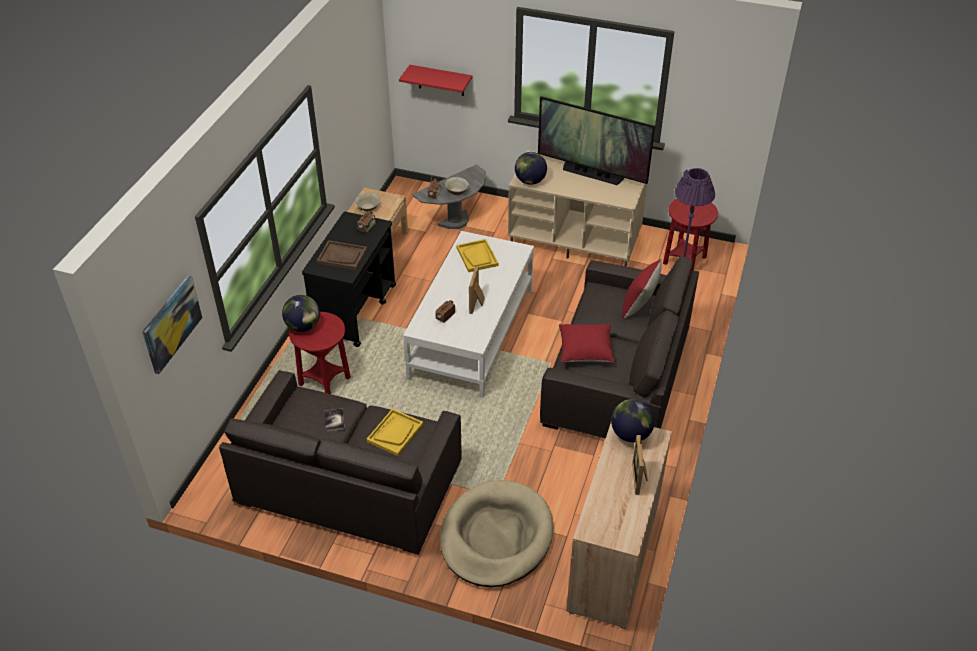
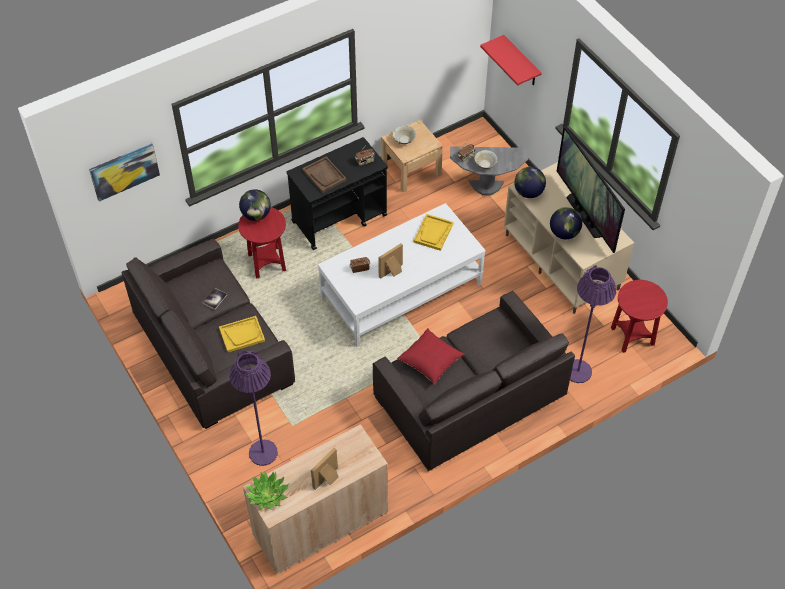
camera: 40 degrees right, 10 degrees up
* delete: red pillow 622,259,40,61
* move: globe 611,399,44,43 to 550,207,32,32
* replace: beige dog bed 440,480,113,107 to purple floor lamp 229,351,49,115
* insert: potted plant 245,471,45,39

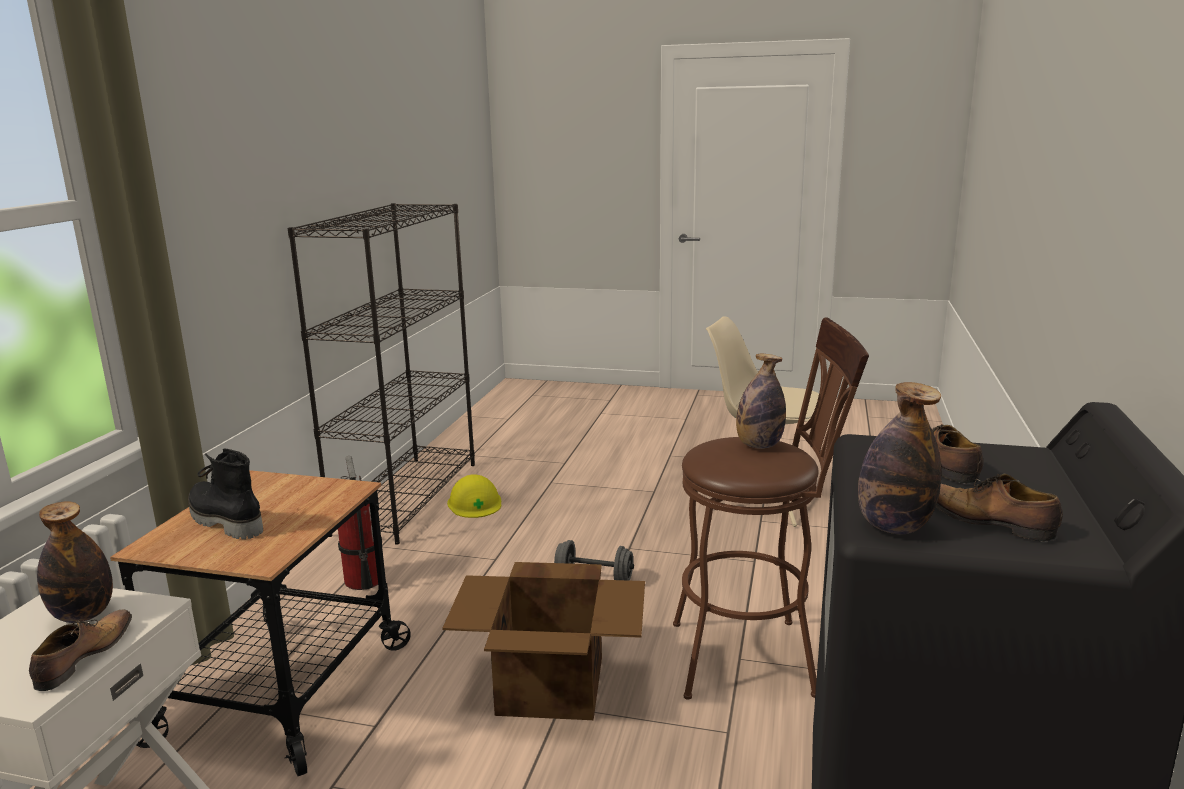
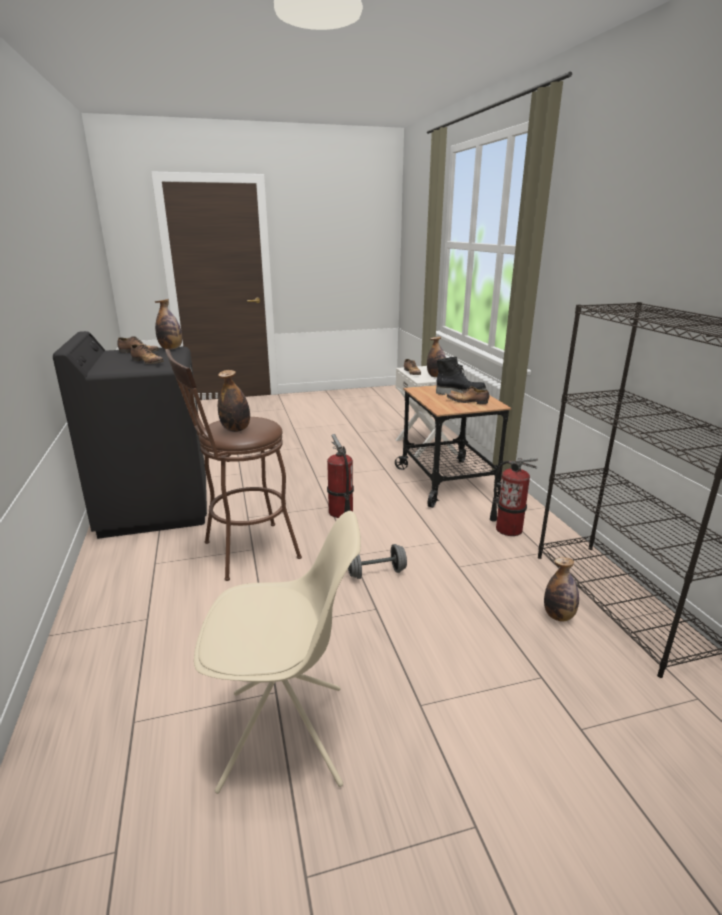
camera: 150 degrees right, 5 degrees up
* replace: yellow hard hat 447,474,54,44 to bottle 544,557,35,65
* replace: cardboard box 442,562,203,158 to fire extinguisher 327,434,27,84
* insert: shoe 447,386,42,18

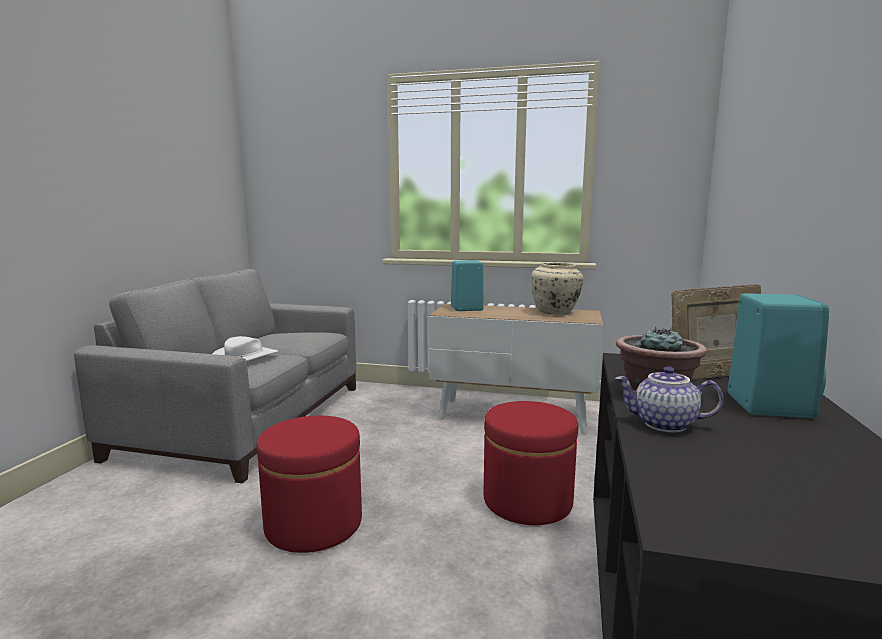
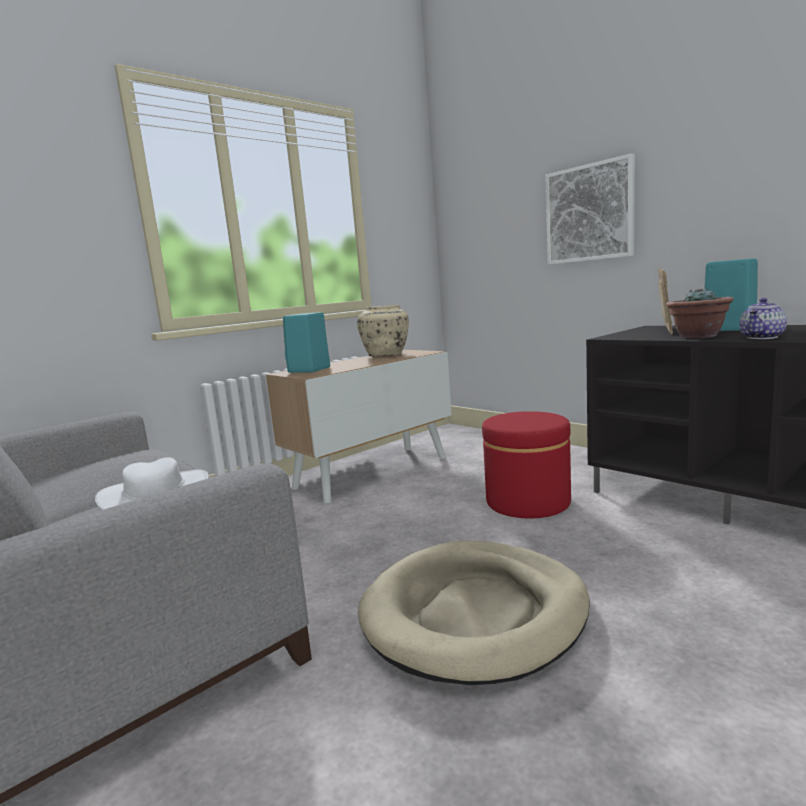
camera: 55 degrees left, 0 degrees up
* replace: red ottoman 256,416,106,137 to beige dog bed 358,540,232,145
* insert: picture 545,154,90,111

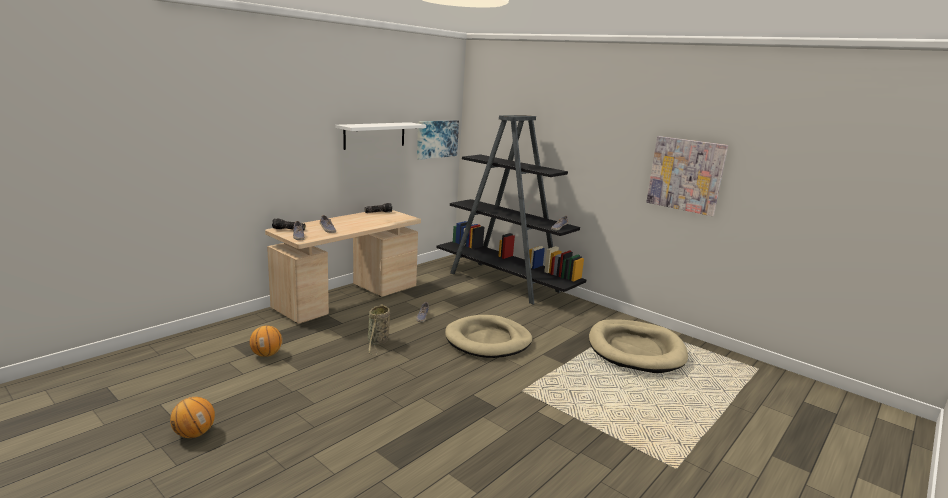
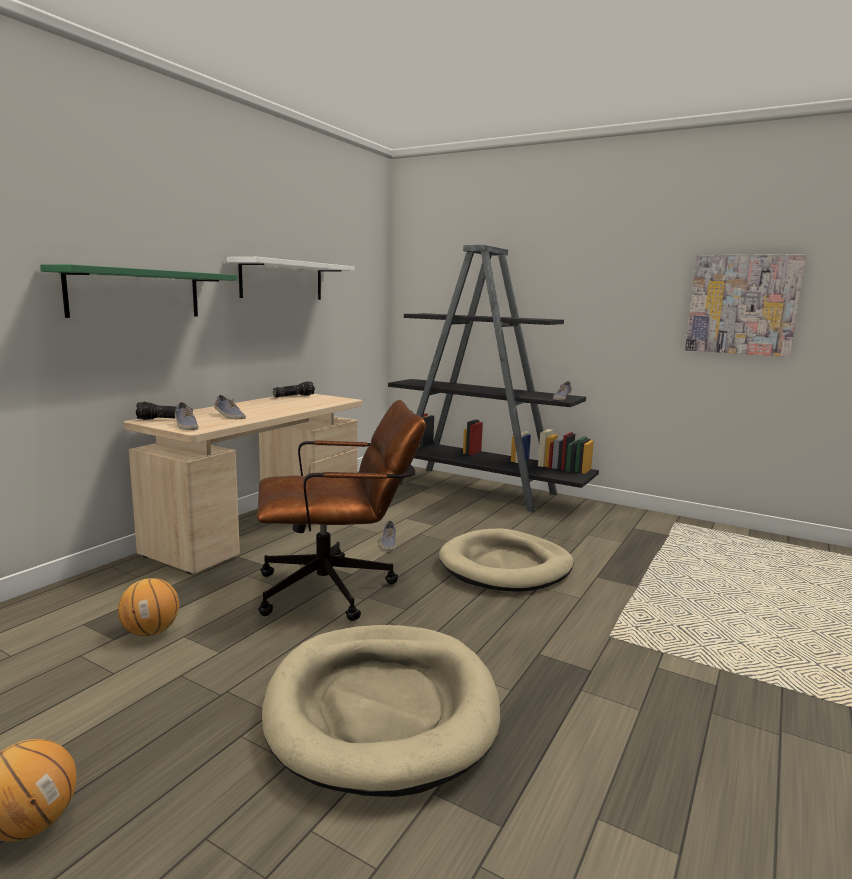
camera: 10 degrees left, 5 degrees down
* delete: picture 417,120,42,40
* replace: basket 368,304,22,51 to brown office chair 257,400,169,221
* move: beige dog bed 589,319,99,54 to 262,625,238,172
* insert: green shelf 40,264,197,54

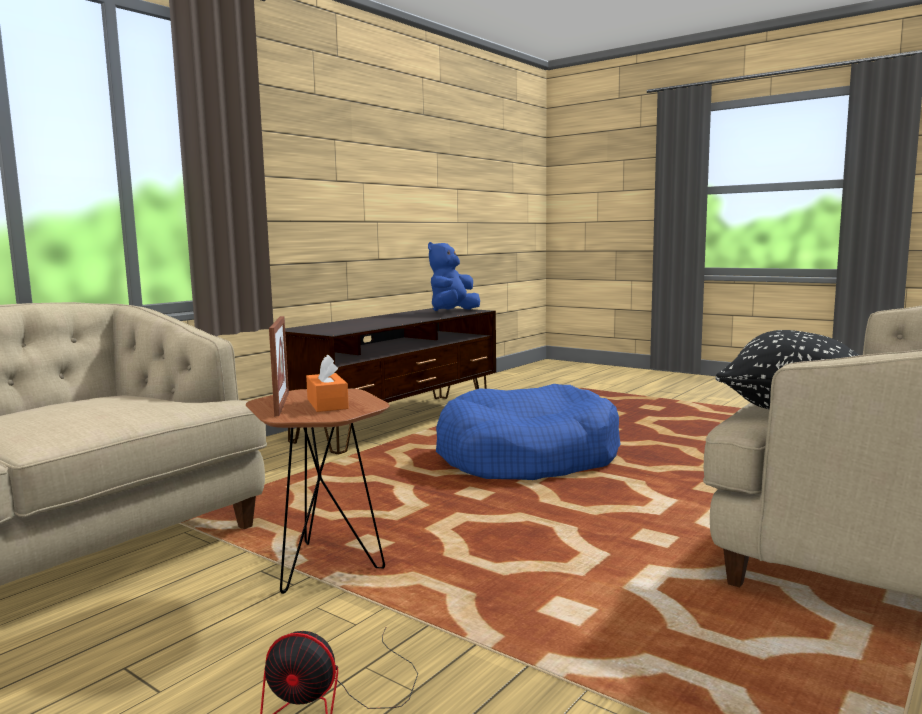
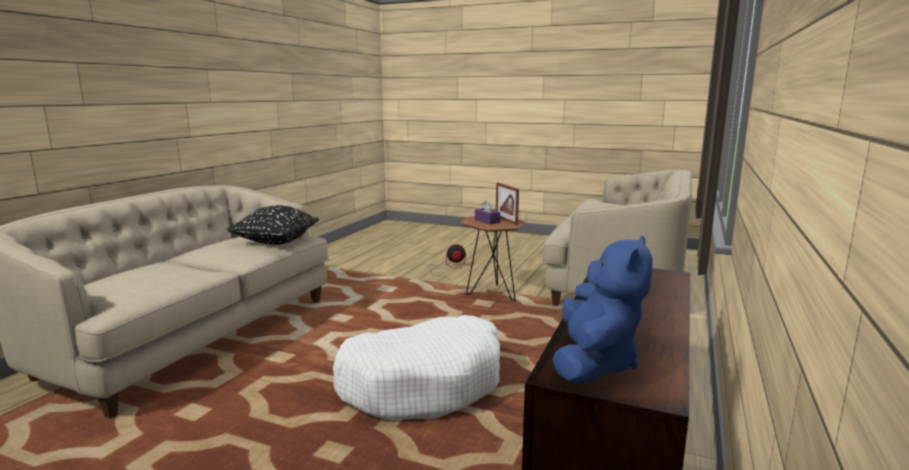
camera: 165 degrees right, 5 degrees up
* recolor: orange tissue box 306,354,43,58 to purple tissue box 475,200,25,24
* recolor: blue dog bed 436,384,185,96 to white dog bed 333,315,167,105

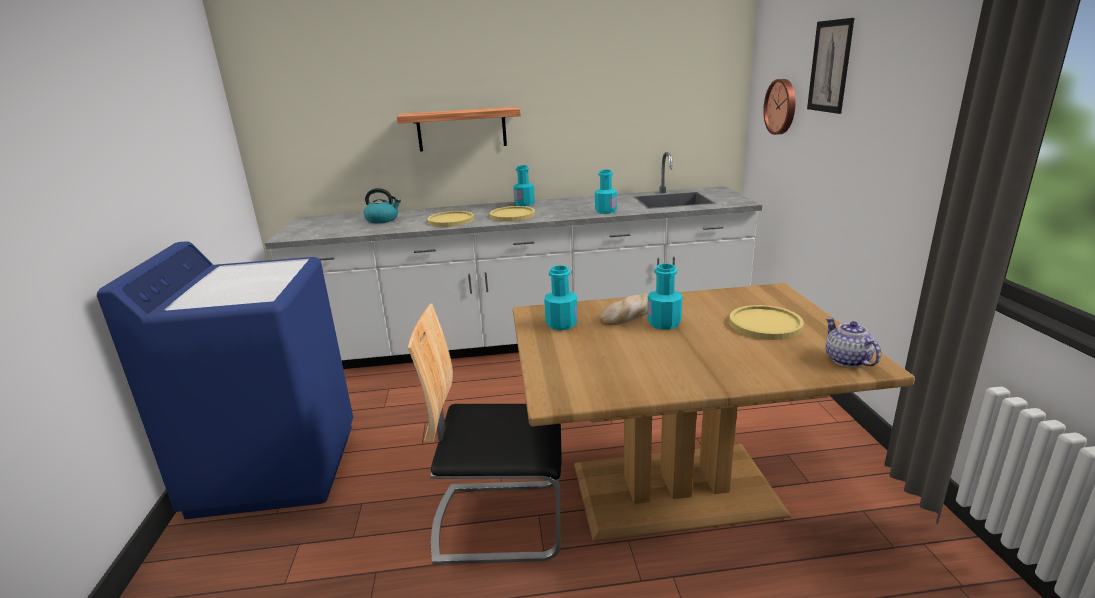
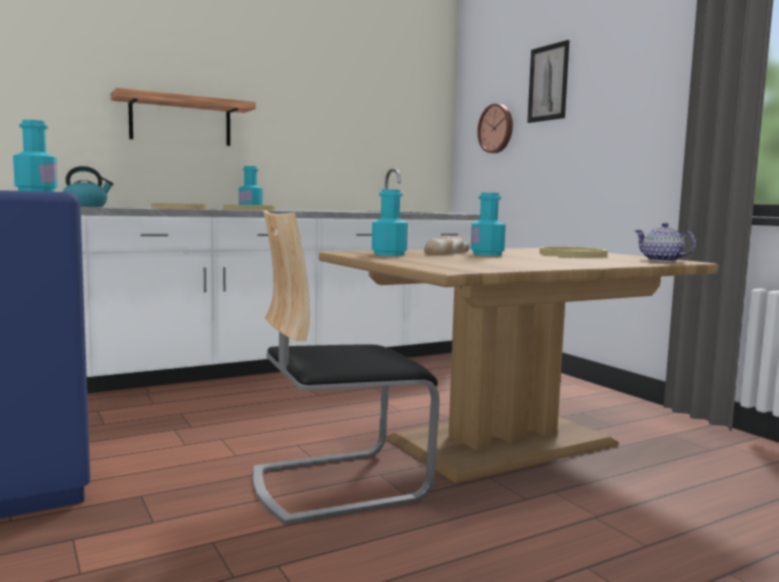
camera: 25 degrees left, 15 degrees down
* move: turquoise bottle 595,170,22,44 to 13,120,45,72

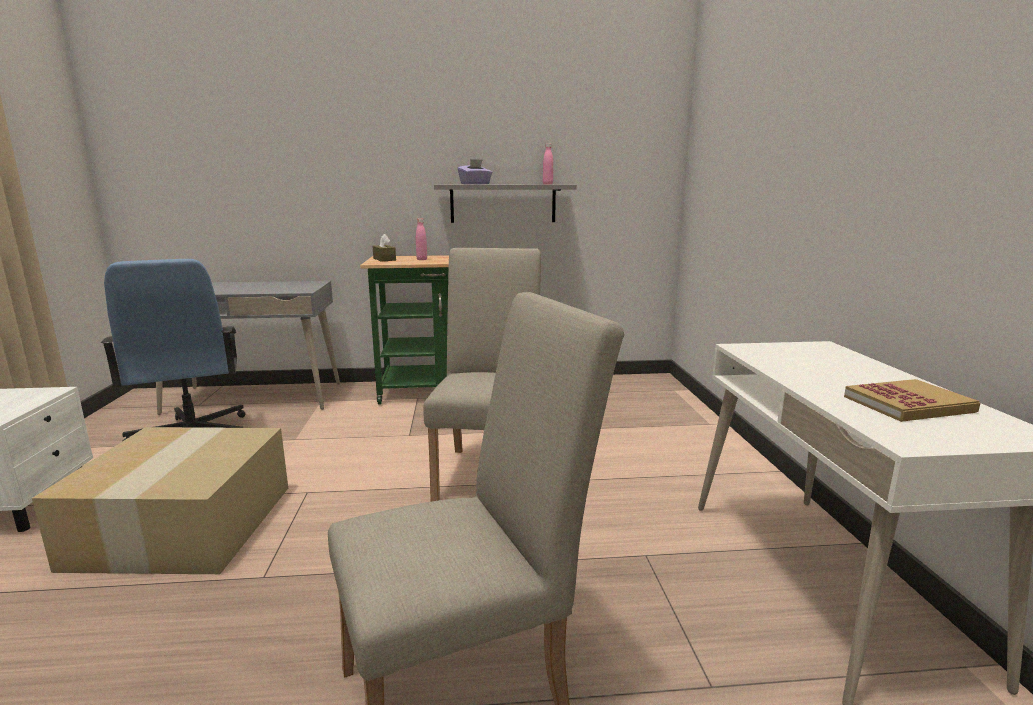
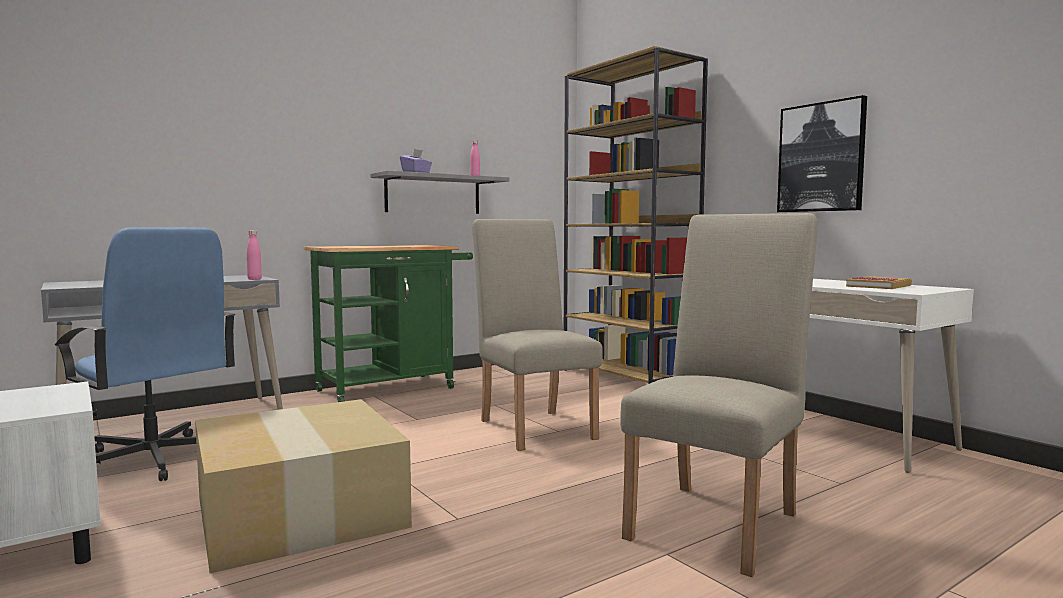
camera: 30 degrees left, 10 degrees down
* move: pink bottle 416,219,11,41 to 247,230,15,50
* delete: brown tissue box 373,234,23,27
* insert: brown bookcase 564,46,144,338
* insert: picture 777,95,90,117

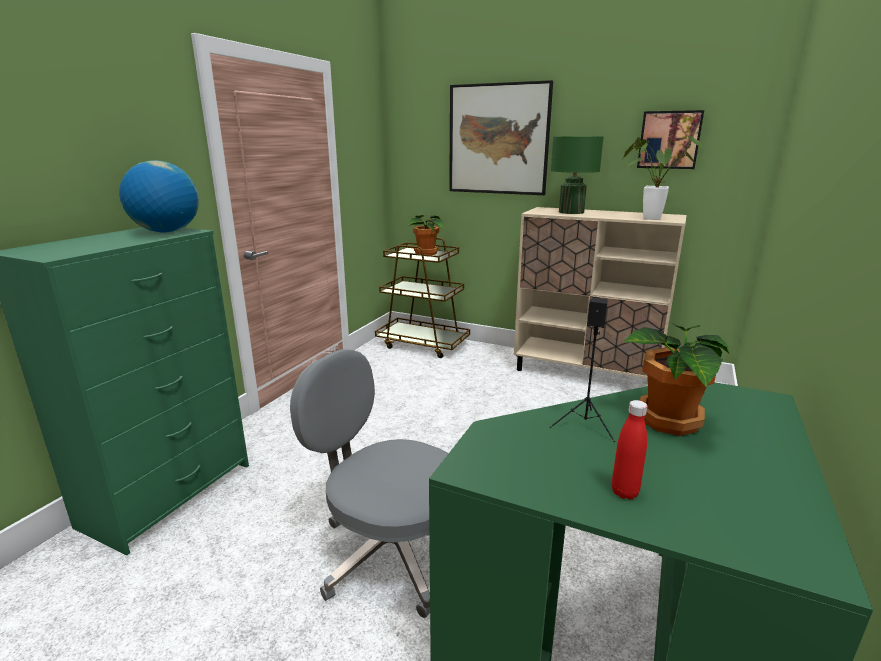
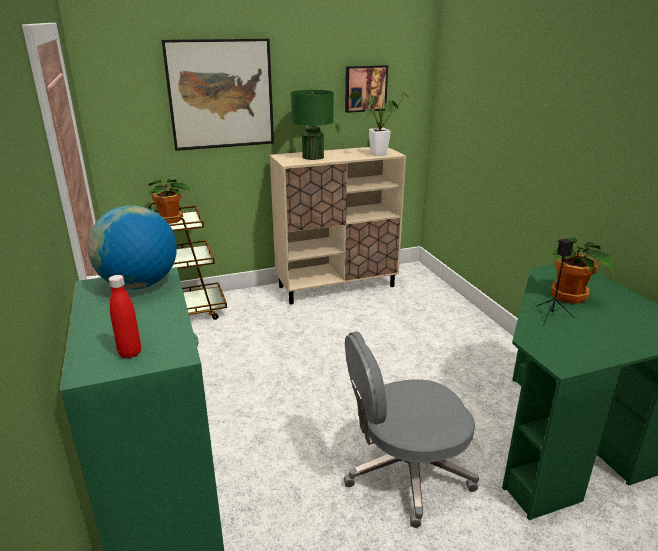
camera: 45 degrees left, 5 degrees up
* move: red bottle 612,400,35,100 to 109,275,32,84

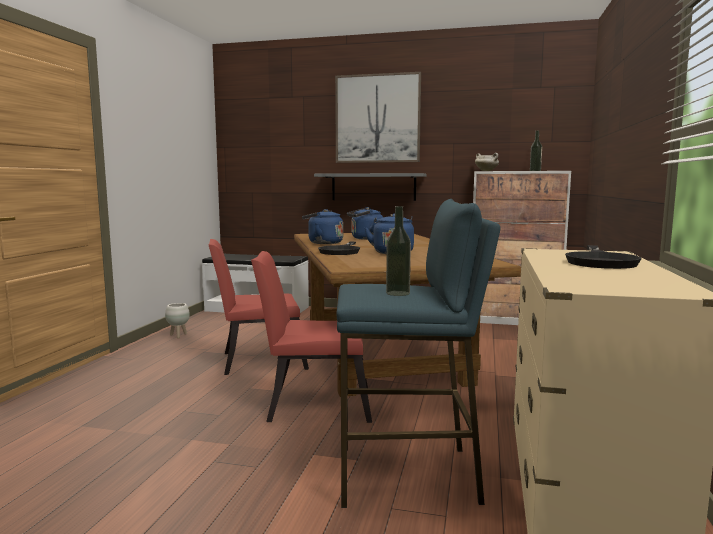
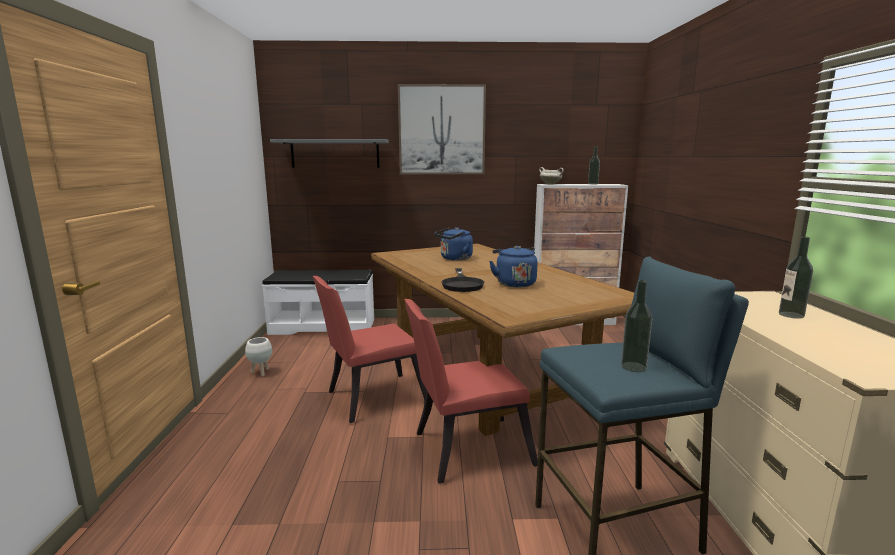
camera: 15 degrees left, 5 degrees up
* move: grey shelf 314,173,113,28 to 270,139,119,29
* delete: blue kettle 302,209,41,35
* replace: black frying pan 565,245,77,24 to bottle 779,236,34,83

